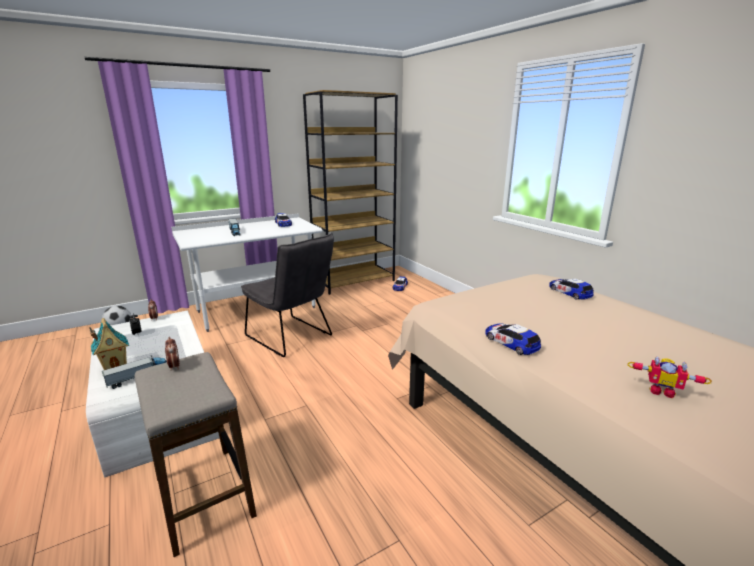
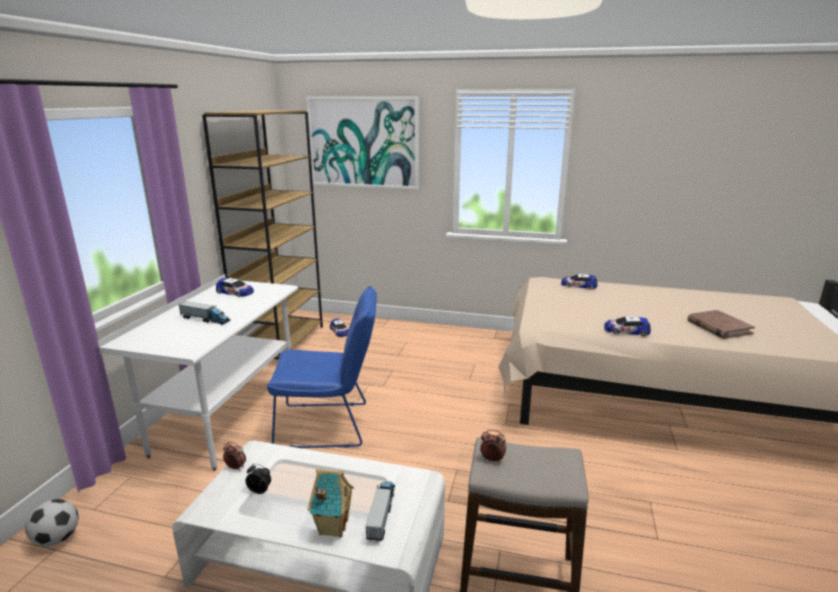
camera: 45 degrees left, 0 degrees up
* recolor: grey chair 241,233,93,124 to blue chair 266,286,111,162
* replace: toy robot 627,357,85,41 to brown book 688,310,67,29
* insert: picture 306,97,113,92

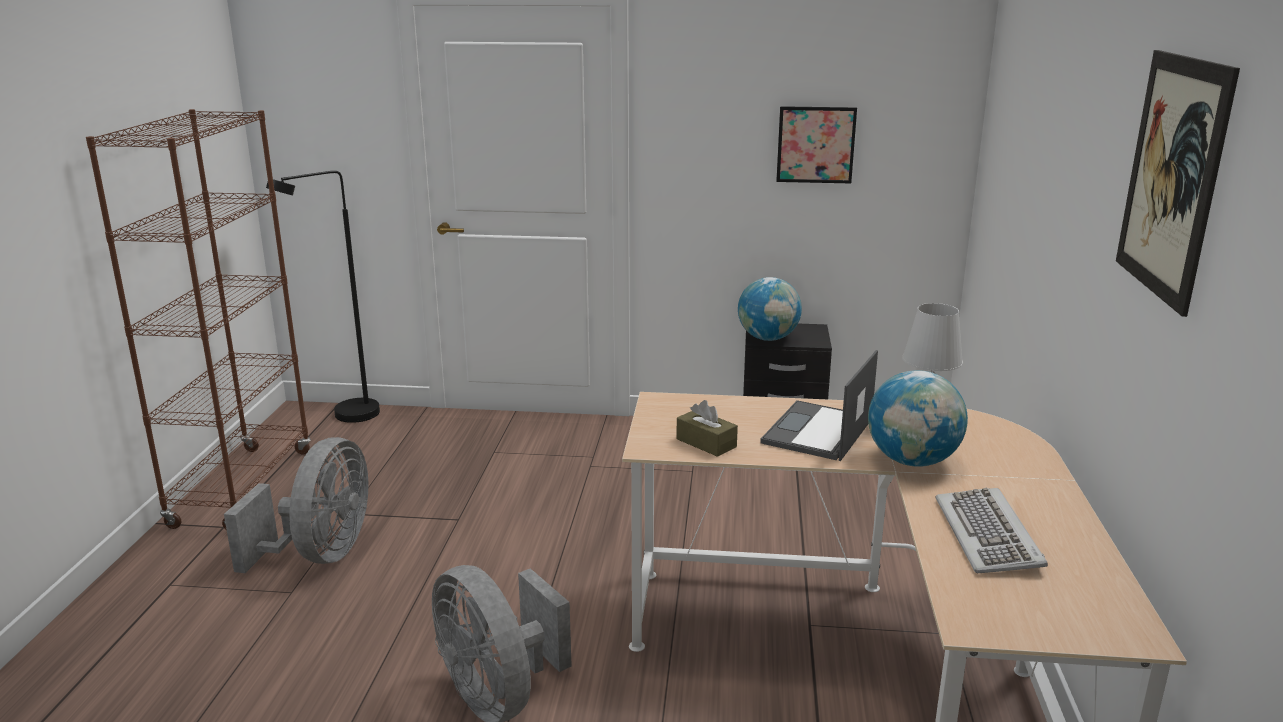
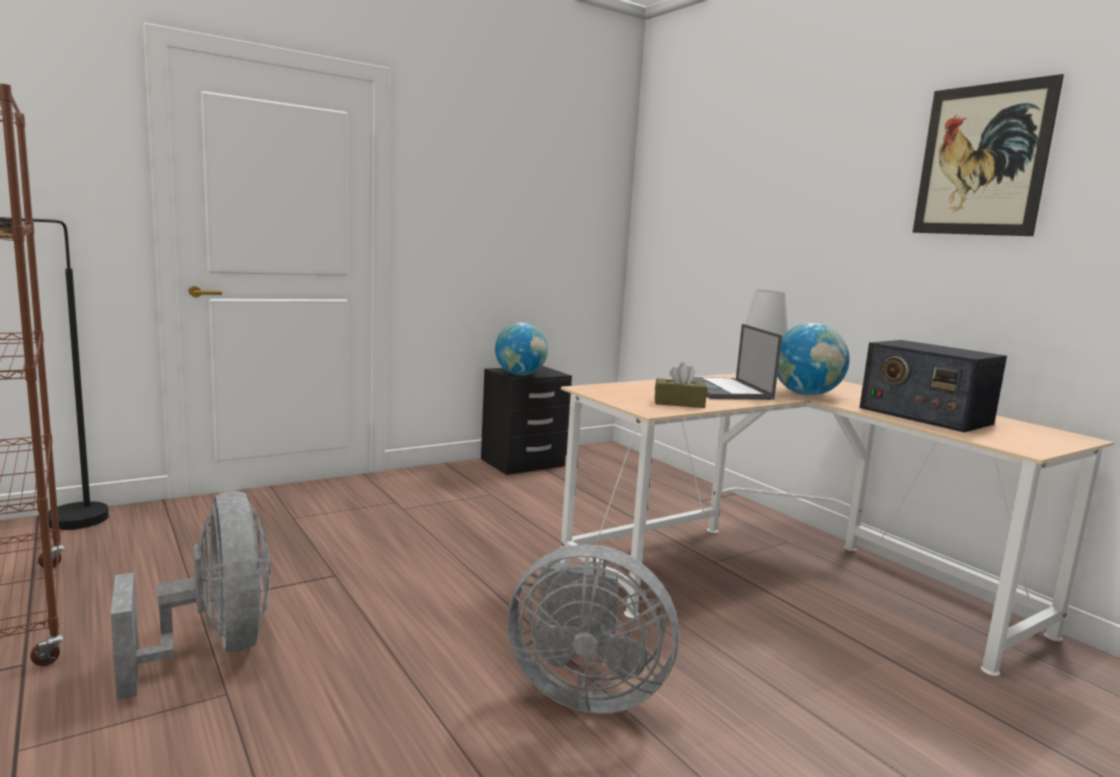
camera: 40 degrees left, 10 degrees down
* delete: picture 776,106,81,77
* replace: keyboard 935,488,113,85 to radio 859,340,148,93

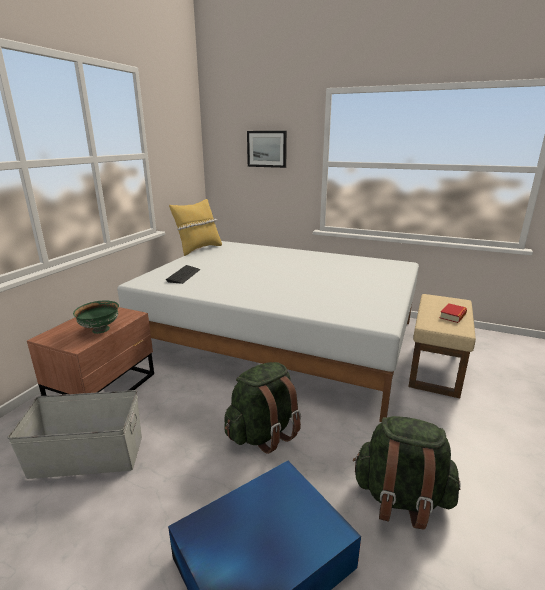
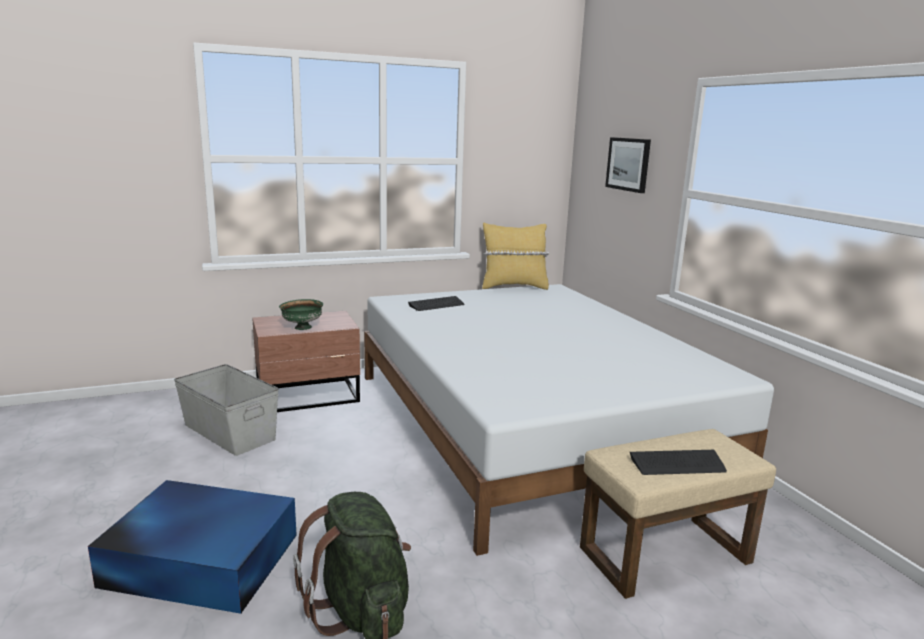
camera: 45 degrees right, 5 degrees down
* replace: book 440,303,27,20 to keyboard 630,450,97,25
* delete: green backpack 225,362,76,92

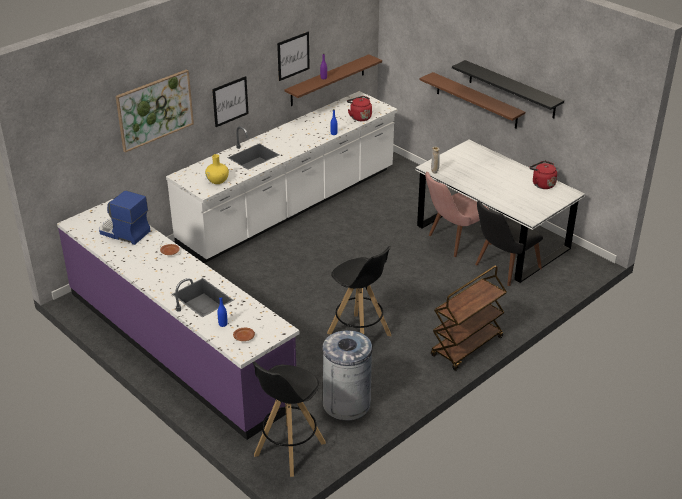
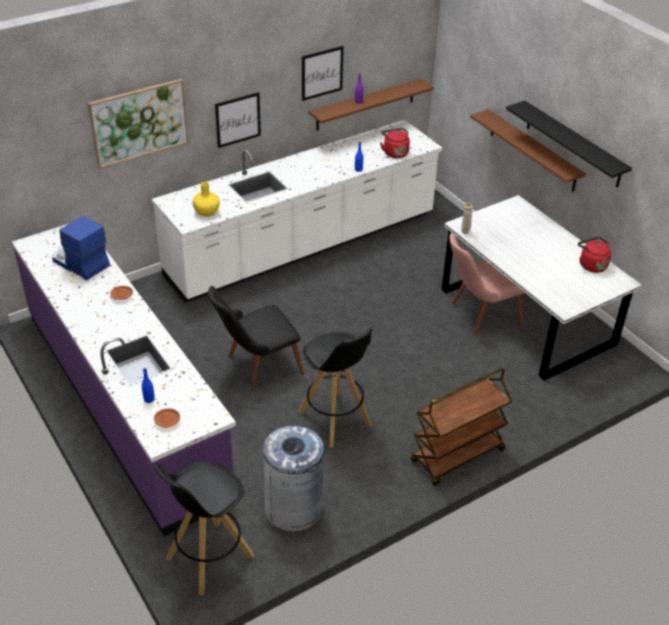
camera: 10 degrees right, 5 degrees up
* move: black chair 475,201,68,85 to 208,286,96,105

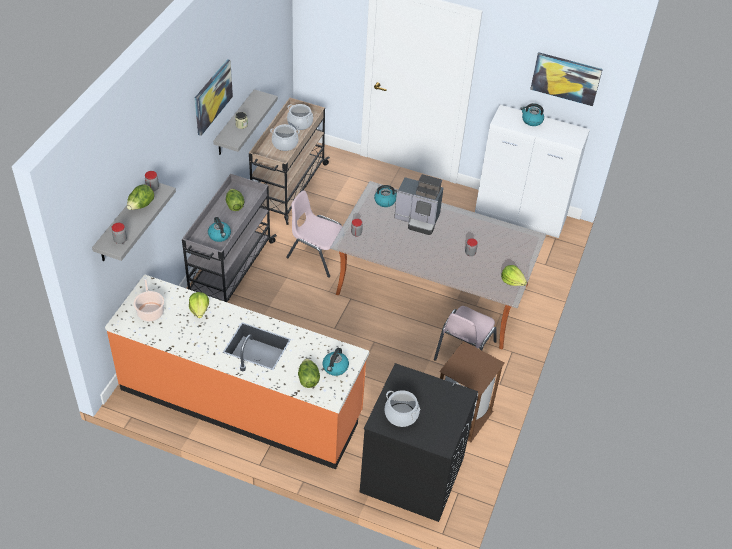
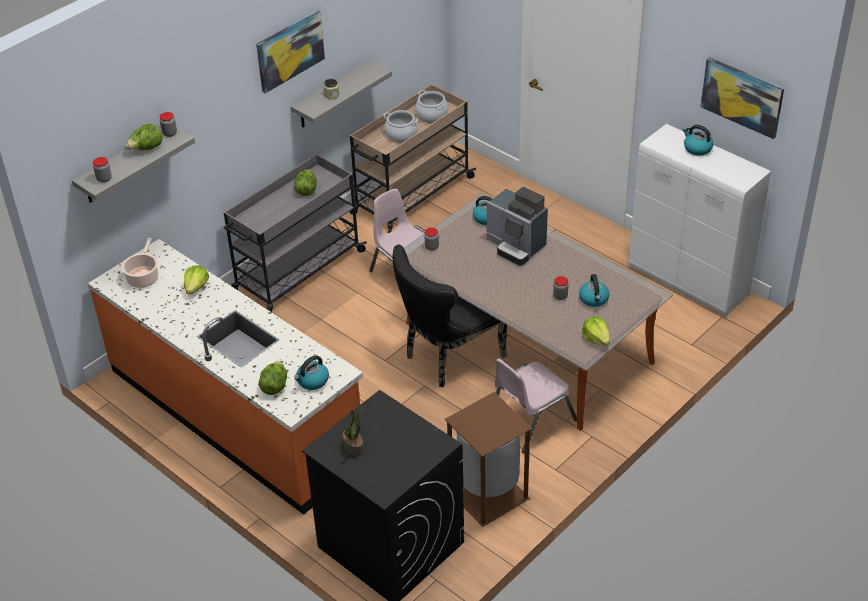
camera: 25 degrees right, 5 degrees down
* move: kettle 208,217,23,25 to 579,274,30,33
* replace: cooking pot 385,390,35,37 to potted plant 343,409,21,47
* insert: black chair 393,245,114,142

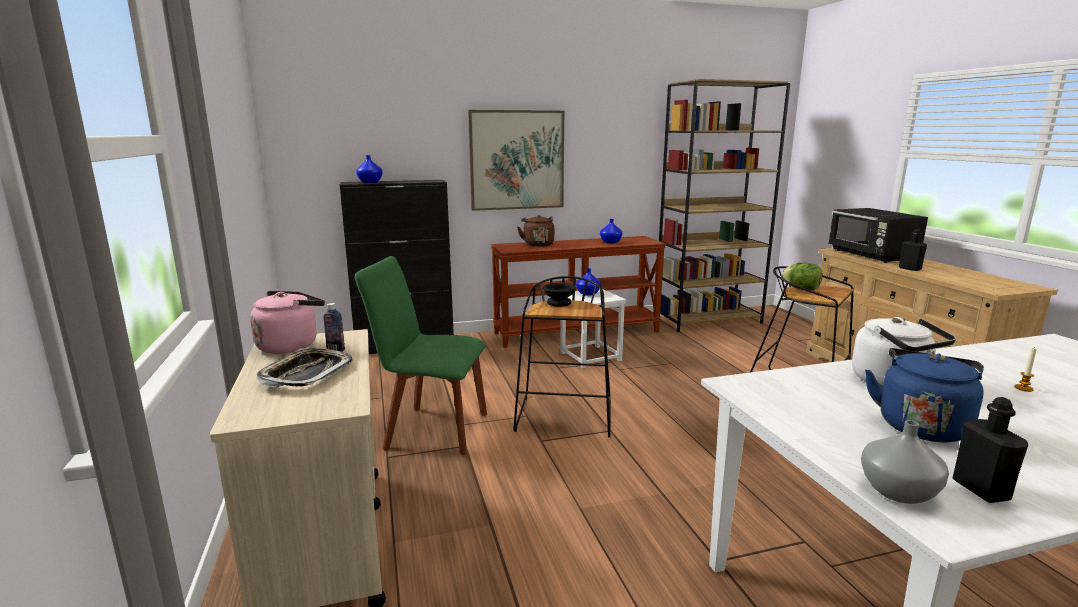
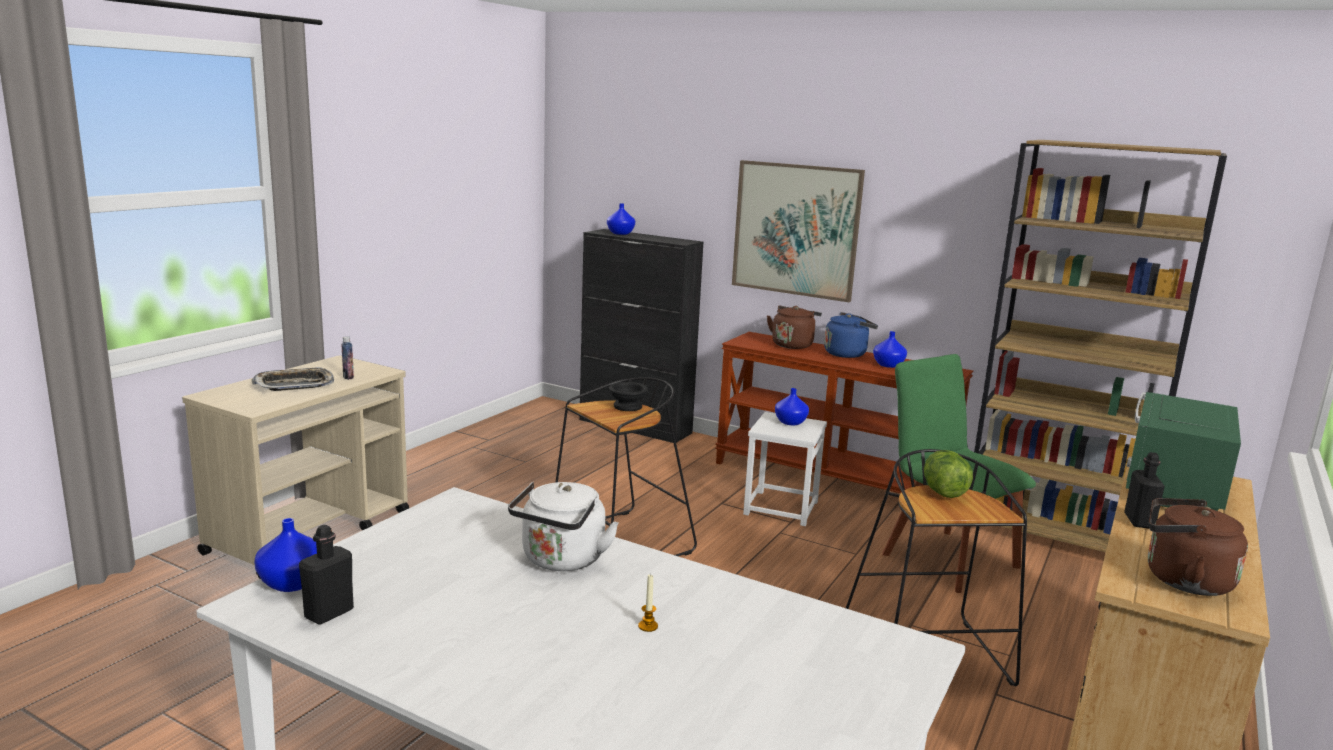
camera: 45 degrees right, 0 degrees up
* recolor: black microwave 829,208,99,55 to green microwave 1126,392,115,119
* move: green chair 355,256,132,199 to 883,354,153,239
* delete: pink kettle 250,291,75,63
* move: blue kettle 865,348,119,94 to 824,312,54,46
* recolor: grey vase 861,420,88,84 to blue vase 254,518,63,74
* insert: brown kettle 1148,498,100,98

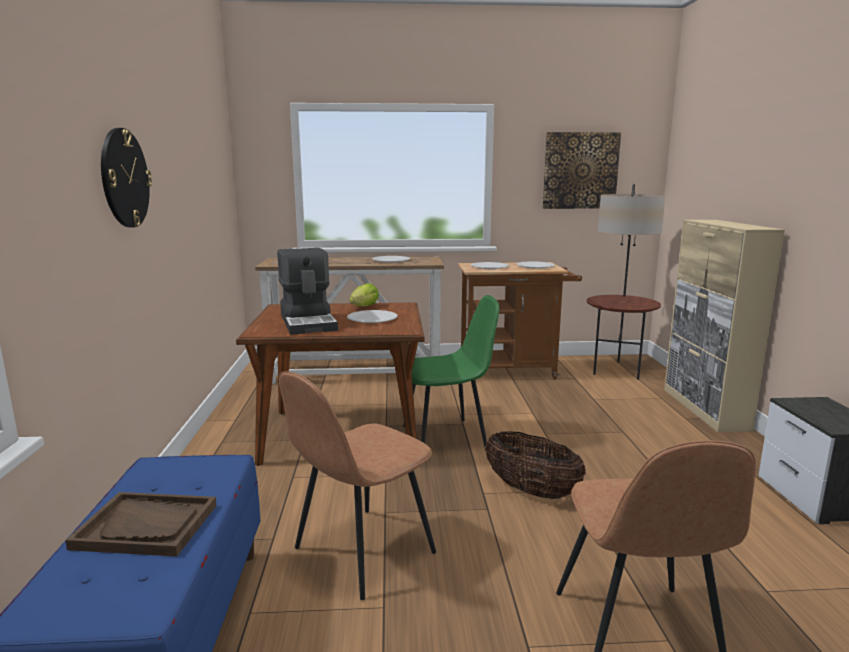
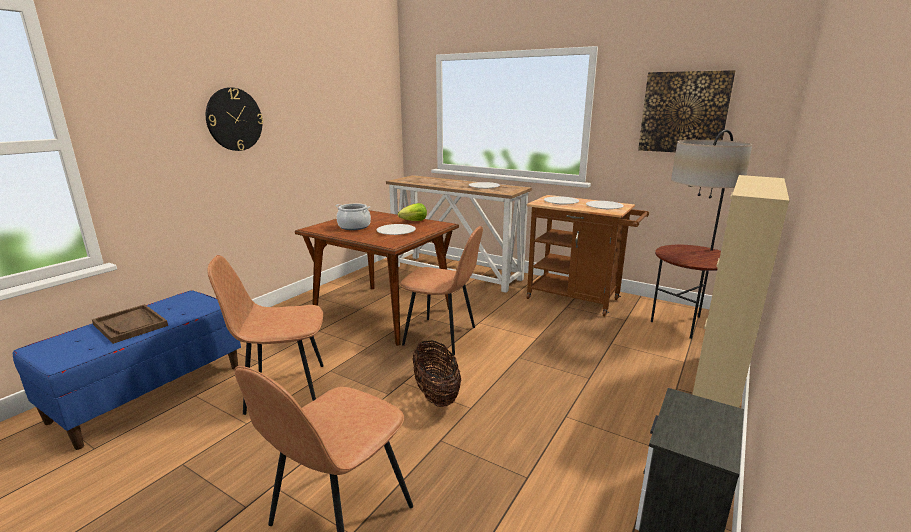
camera: 35 degrees right, 5 degrees up
* replace: coffee machine 277,248,61,87 to cooking pot 335,204,36,26
* recolor: green chair 403,295,96,156 to brown chair 400,226,83,129

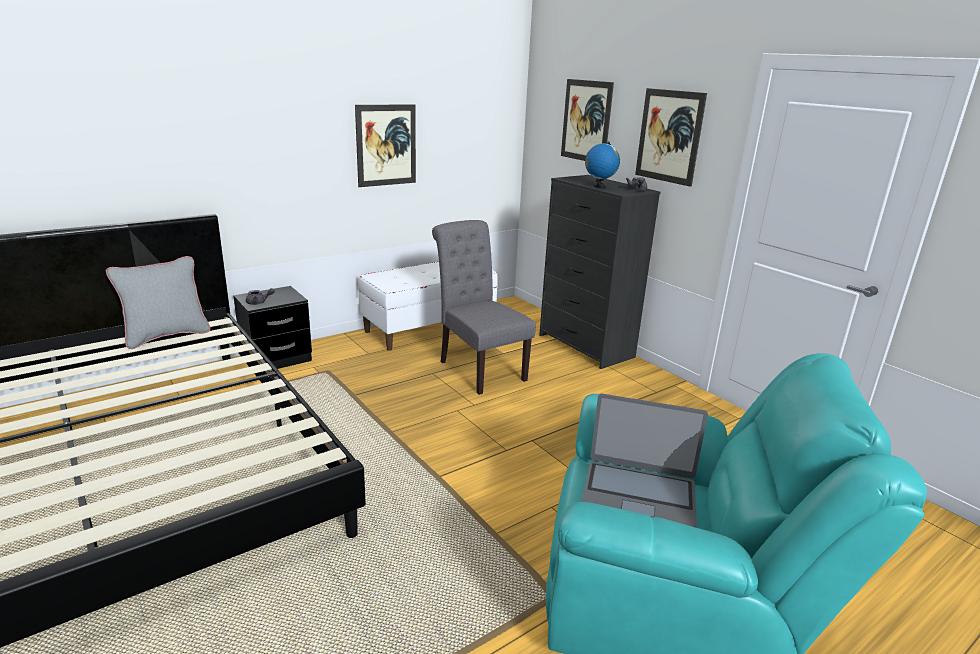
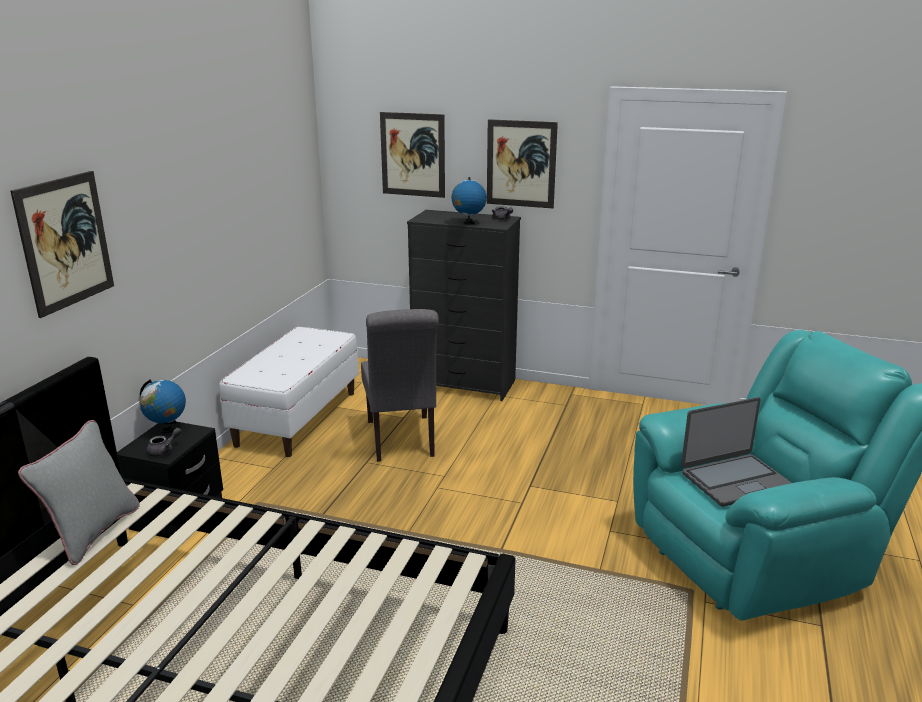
camera: 35 degrees left, 0 degrees up
* move: picture 355,104,61,83 to 10,171,104,147
* rotate: grey chair 432,220,104,175 = 361,309,78,153 120 degrees counterclockwise
* insert: globe 139,379,47,54

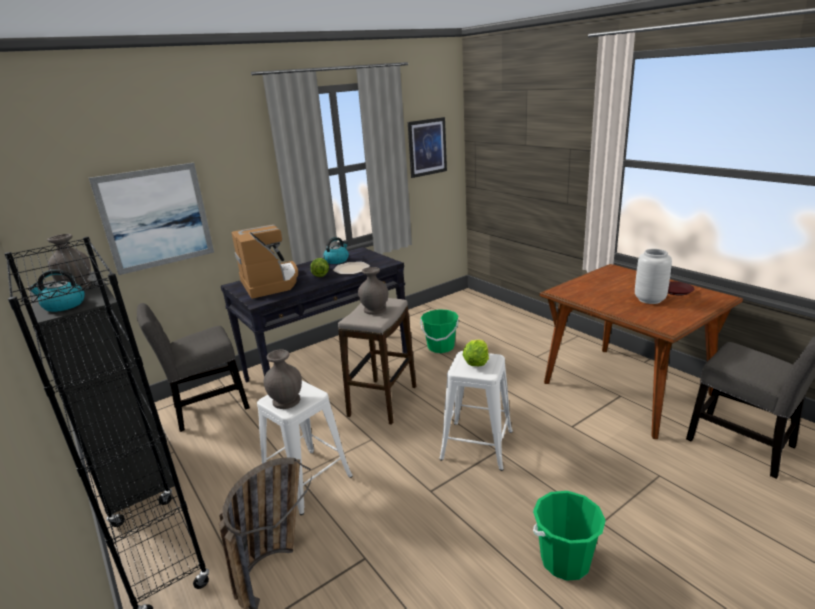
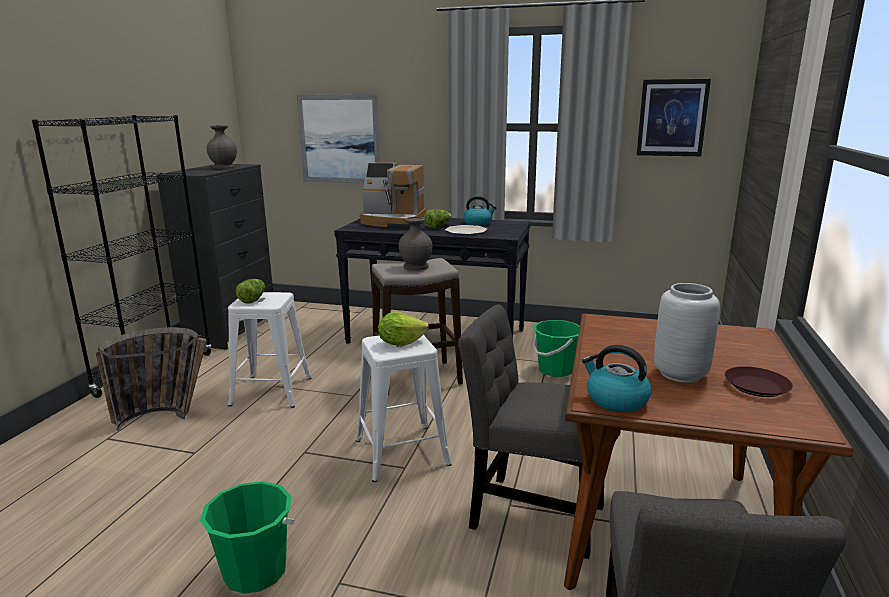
camera: 50 degrees right, 5 degrees down
* rotate: coffee machine 231,224,67,75 = 359,163,67,64 75 degrees clockwise
* move: kettle 28,269,57,43 to 582,345,70,67
* move: grey chair 137,303,113,129 to 458,304,146,255
* replace: grey vase 264,350,38,59 to lettuce 236,279,29,25

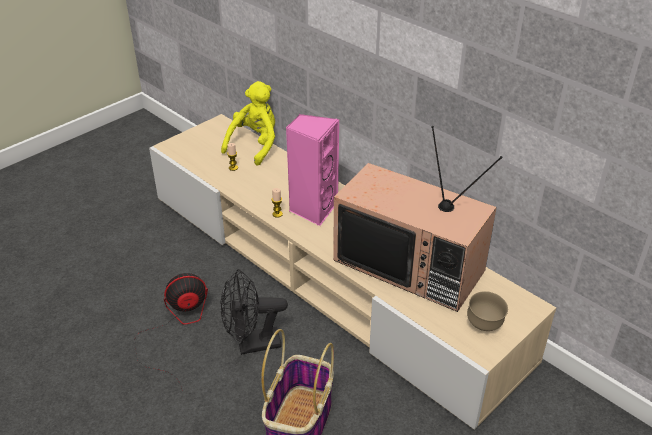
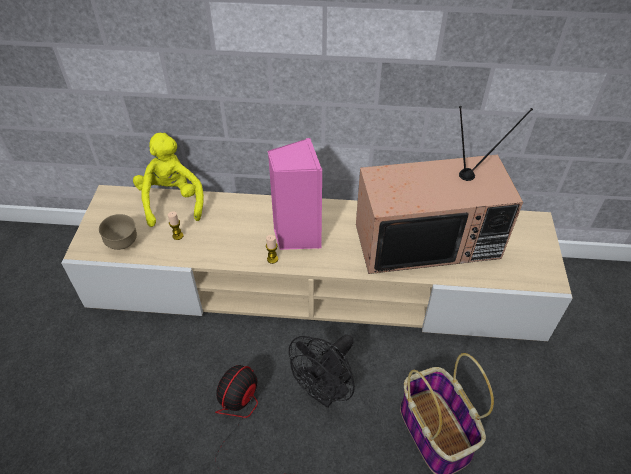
camera: 40 degrees left, 10 degrees up
* move: brown bowl 467,291,41,40 to 99,214,38,36

